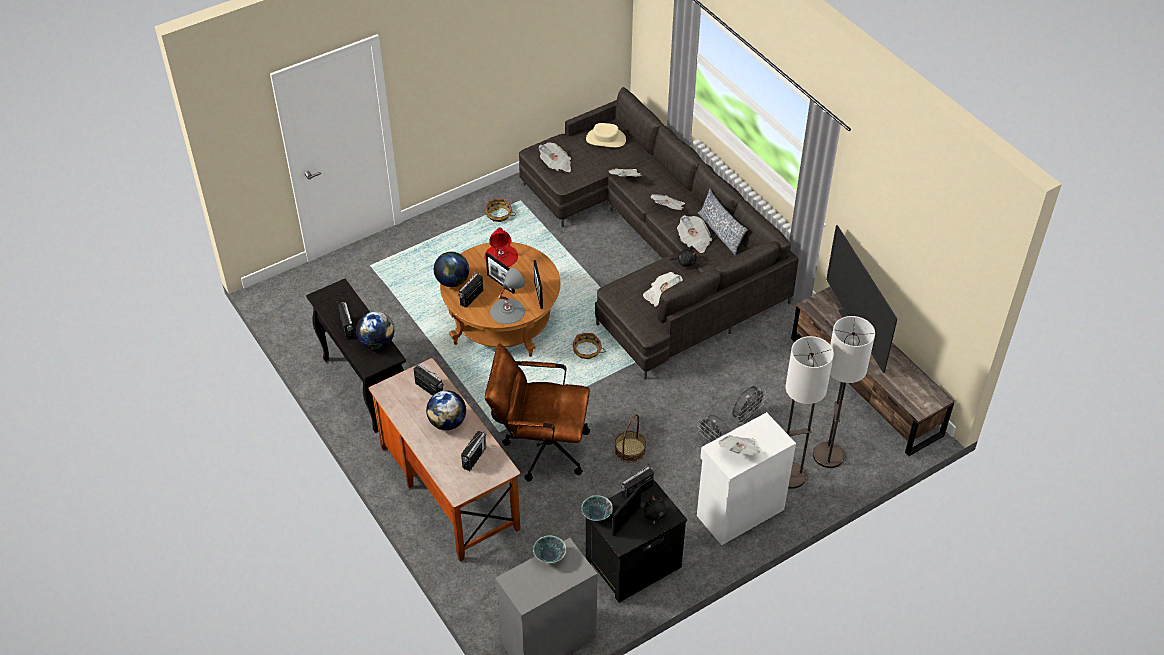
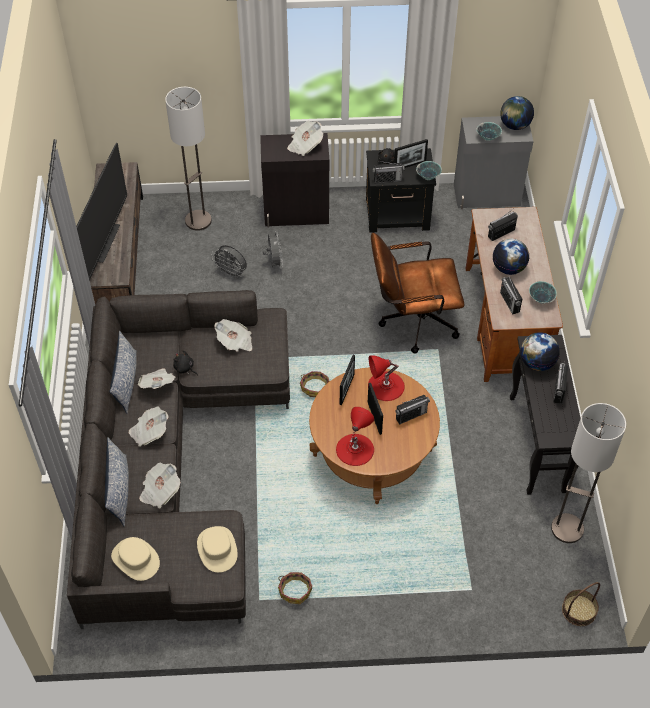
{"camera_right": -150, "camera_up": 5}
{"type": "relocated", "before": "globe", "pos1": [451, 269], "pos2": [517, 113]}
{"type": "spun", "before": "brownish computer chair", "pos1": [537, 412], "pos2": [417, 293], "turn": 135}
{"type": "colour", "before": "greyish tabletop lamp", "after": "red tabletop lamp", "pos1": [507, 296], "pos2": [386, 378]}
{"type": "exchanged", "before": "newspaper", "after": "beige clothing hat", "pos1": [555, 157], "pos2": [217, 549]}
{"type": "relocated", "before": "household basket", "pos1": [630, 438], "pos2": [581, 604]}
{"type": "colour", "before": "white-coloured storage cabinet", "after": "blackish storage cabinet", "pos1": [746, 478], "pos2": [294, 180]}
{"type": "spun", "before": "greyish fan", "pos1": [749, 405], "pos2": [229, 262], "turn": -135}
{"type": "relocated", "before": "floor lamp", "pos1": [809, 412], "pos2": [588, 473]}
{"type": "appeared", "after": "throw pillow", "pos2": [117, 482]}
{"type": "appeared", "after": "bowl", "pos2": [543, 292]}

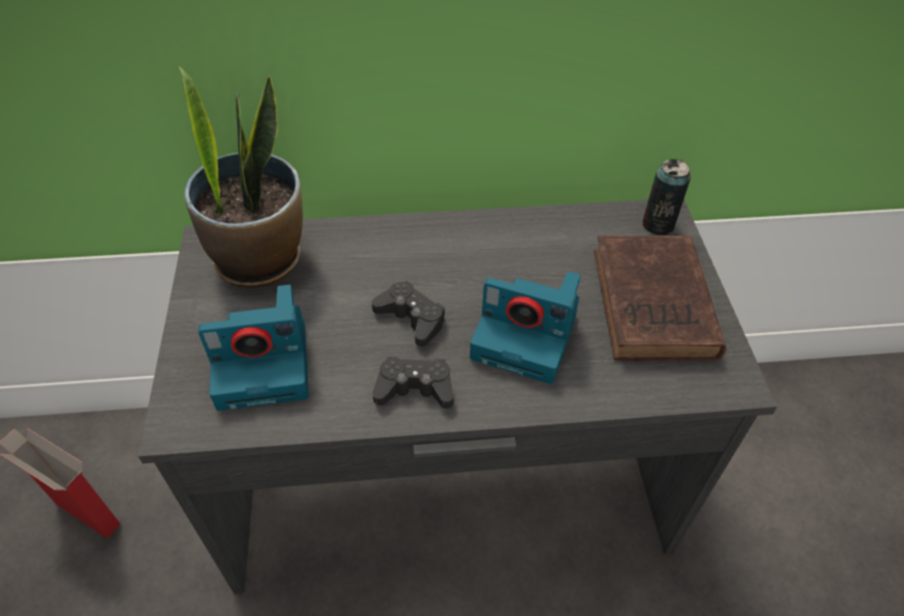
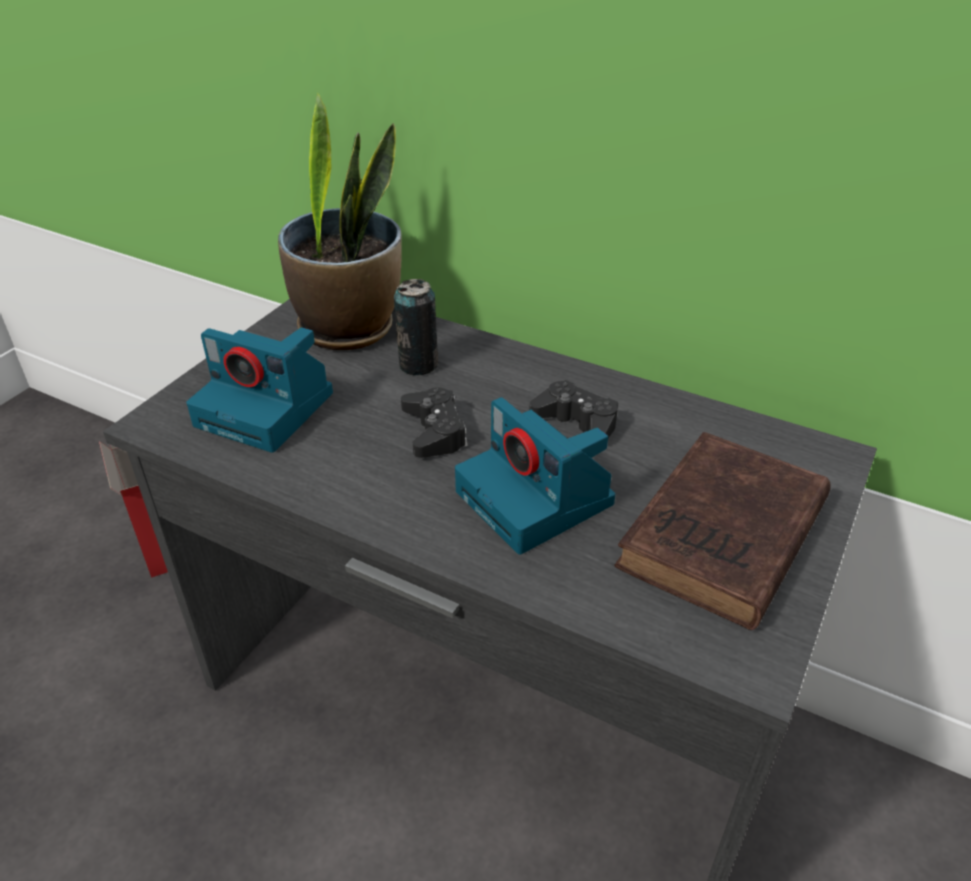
{"camera_right": 35, "camera_up": -10}
{"type": "relocated", "before": "blackish gamepad", "pos1": [413, 382], "pos2": [573, 409]}
{"type": "relocated", "before": "sealed can", "pos1": [667, 197], "pos2": [416, 327]}

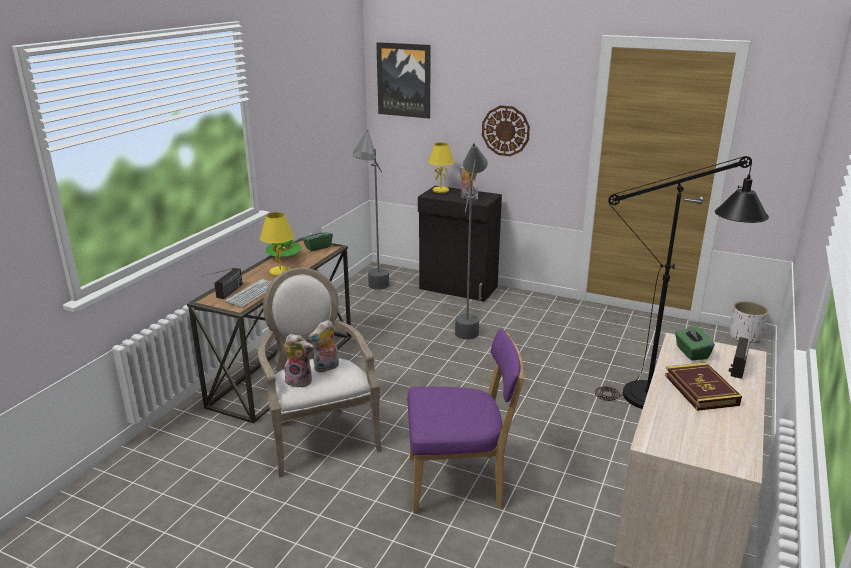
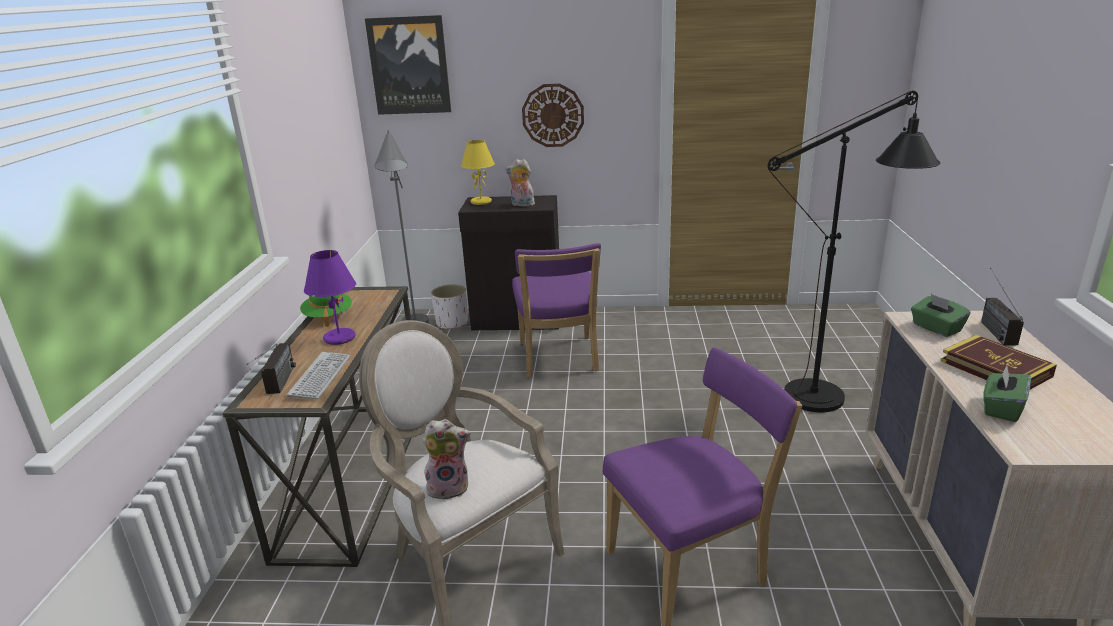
{"camera_right": -20, "camera_up": 0}
{"type": "colour", "before": "yellowish tabletop lamp", "after": "purple-coloured tabletop lamp", "pos1": [277, 244], "pos2": [330, 297]}
{"type": "relocated", "before": "green tissue holder", "pos1": [317, 238], "pos2": [1007, 393]}
{"type": "missing", "before": "cuddly toy", "pos1": [323, 346]}
{"type": "exchanged", "before": "greyish floor lamp", "after": "purple-coloured upright chair", "pos1": [471, 241], "pos2": [556, 310]}
{"type": "relocated", "before": "white-coloured flower pot", "pos1": [748, 322], "pos2": [449, 307]}

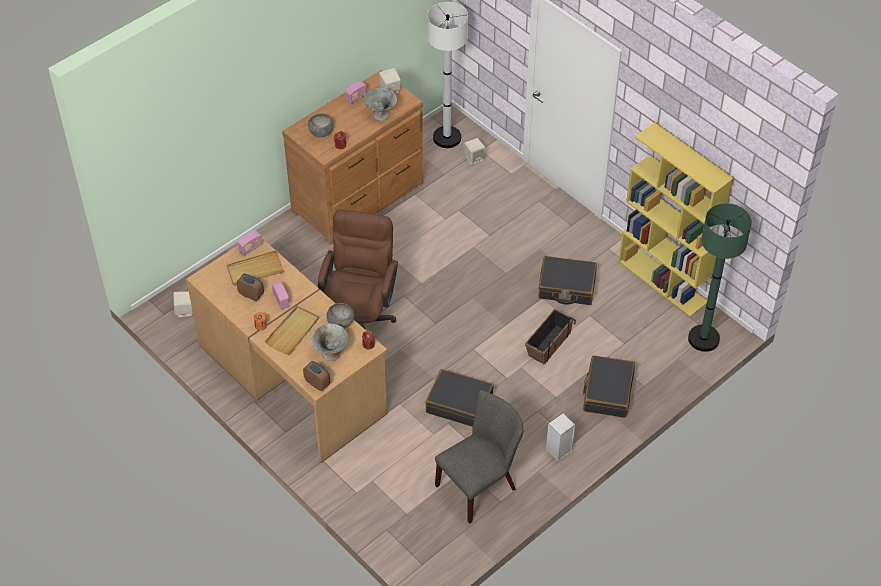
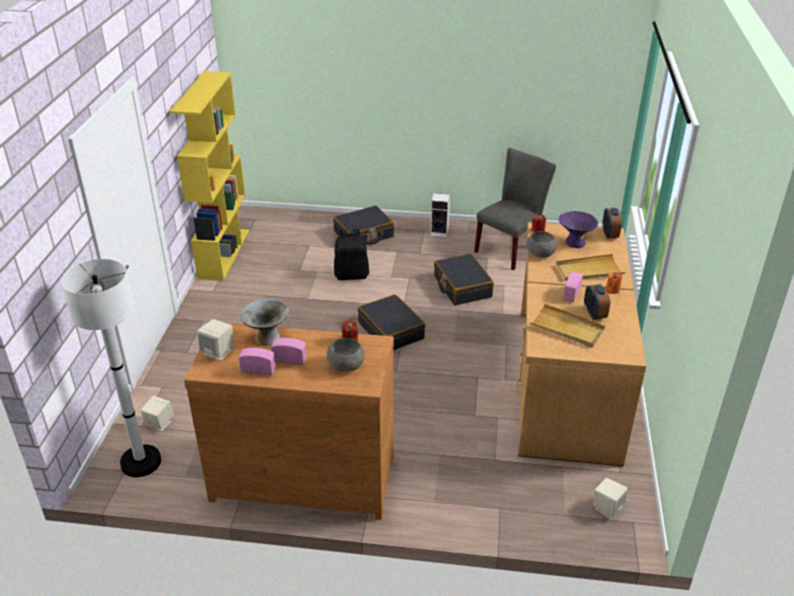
{"camera_right": -130, "camera_up": -15}
{"type": "relocated", "before": "radio", "pos1": [250, 242], "pos2": [289, 351]}
{"type": "colour", "before": "greyish bowl", "after": "purple-coloured bowl", "pos1": [329, 342], "pos2": [578, 229]}
{"type": "missing", "before": "brownish computer chair", "pos1": [358, 269]}
{"type": "spun", "before": "greyish upright chair", "pos1": [479, 457], "pos2": [515, 209], "turn": 120}
{"type": "exchanged", "before": "flower pot", "after": "blackish knapsack", "pos1": [550, 337], "pos2": [351, 254]}
{"type": "relocated", "before": "blackish travel case", "pos1": [567, 280], "pos2": [392, 322]}
{"type": "missing", "before": "green floor lamp", "pos1": [720, 277]}

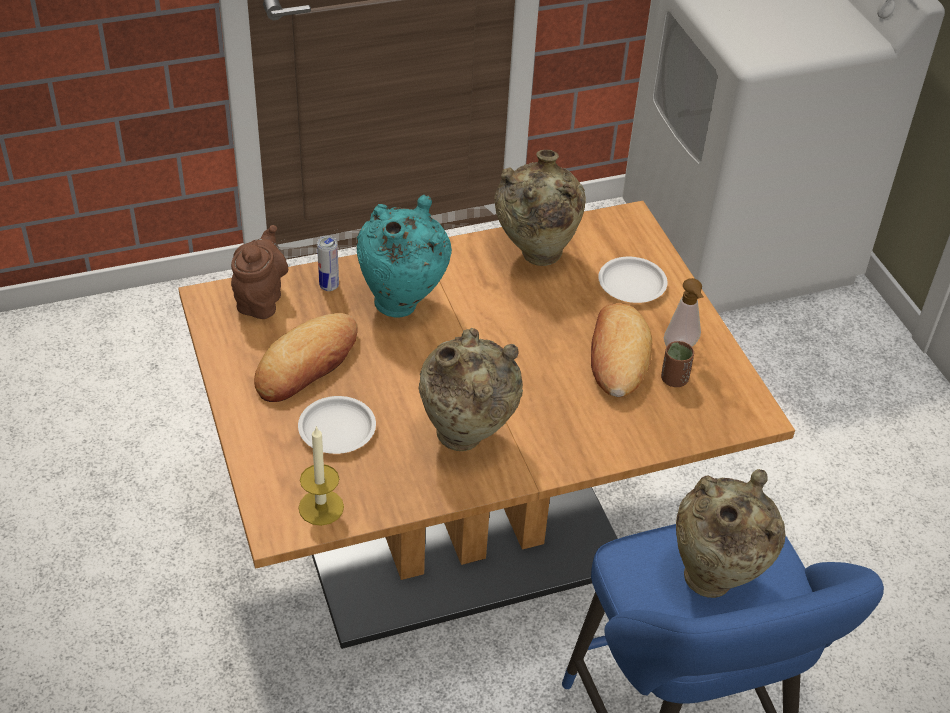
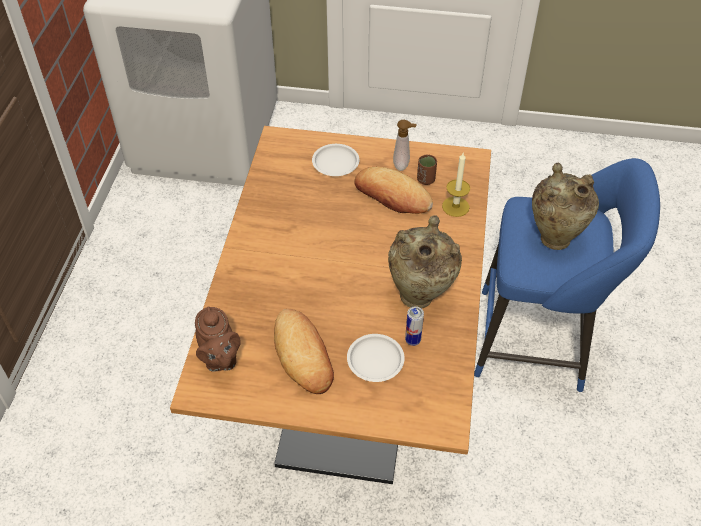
{"camera_right": -60, "camera_up": 5}
{"type": "spun", "before": "brownish tea pot", "pos1": [259, 272], "pos2": [218, 339], "turn": -150}
{"type": "relocated", "before": "wax candle", "pos1": [321, 476], "pos2": [456, 185]}
{"type": "relocated", "before": "sealed can", "pos1": [328, 263], "pos2": [414, 326]}
{"type": "missing", "before": "blue-green flower vase", "pos1": [404, 256]}
{"type": "missing", "before": "beige flower vase", "pos1": [540, 208]}

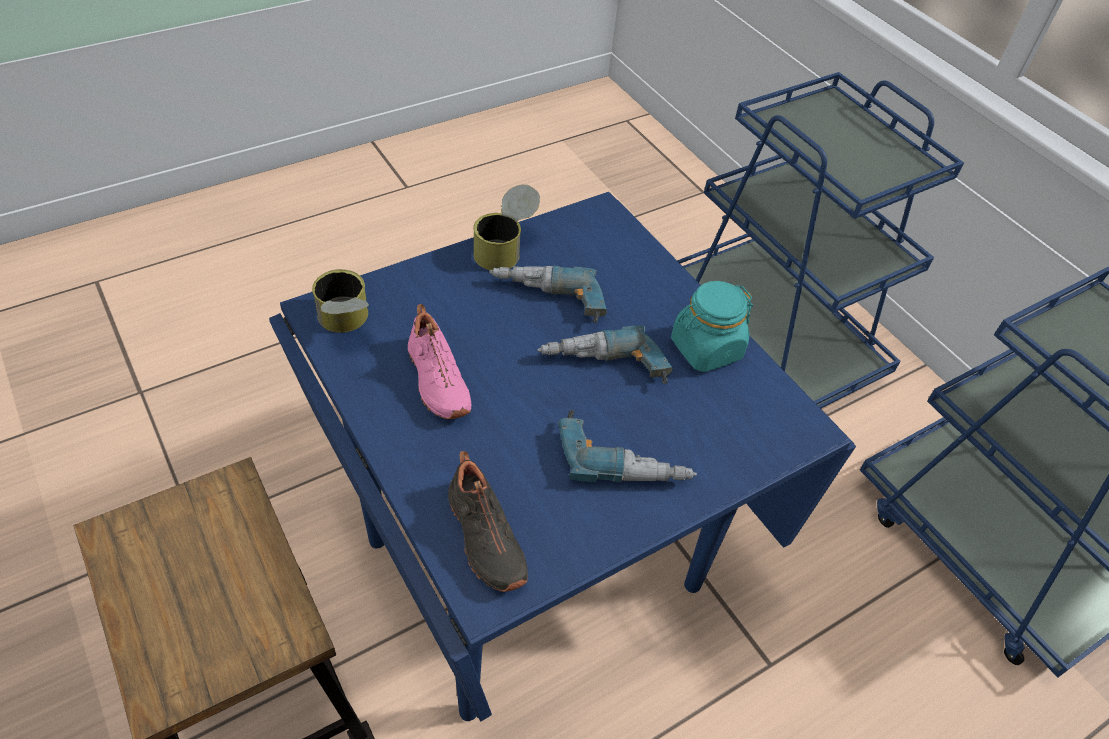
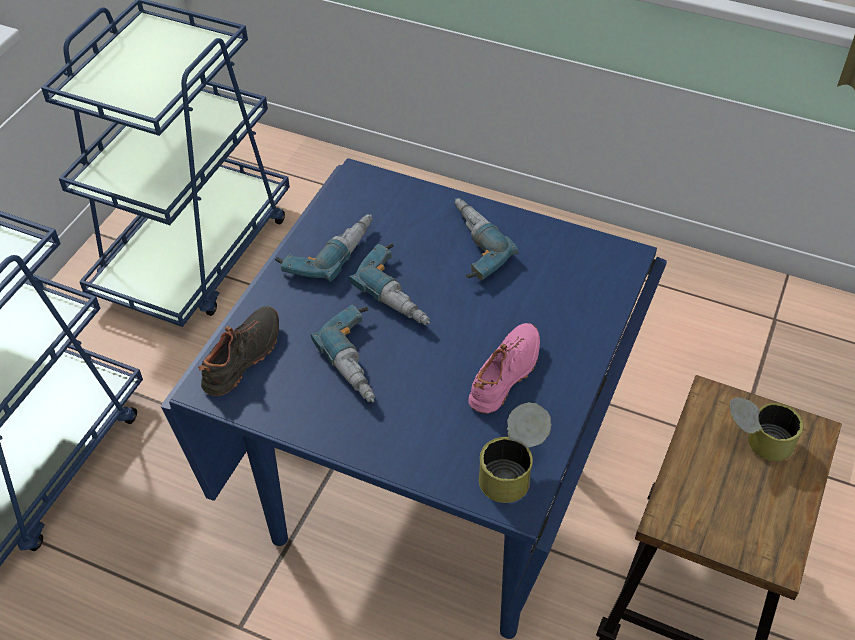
{"camera_right": -120, "camera_up": 0}
{"type": "relocated", "before": "blackish low shoe", "pos1": [488, 521], "pos2": [238, 351]}
{"type": "relocated", "before": "sealed can", "pos1": [506, 227], "pos2": [767, 429]}
{"type": "exchanged", "before": "blue-green storage jar", "after": "drill", "pos1": [712, 326], "pos2": [324, 248]}

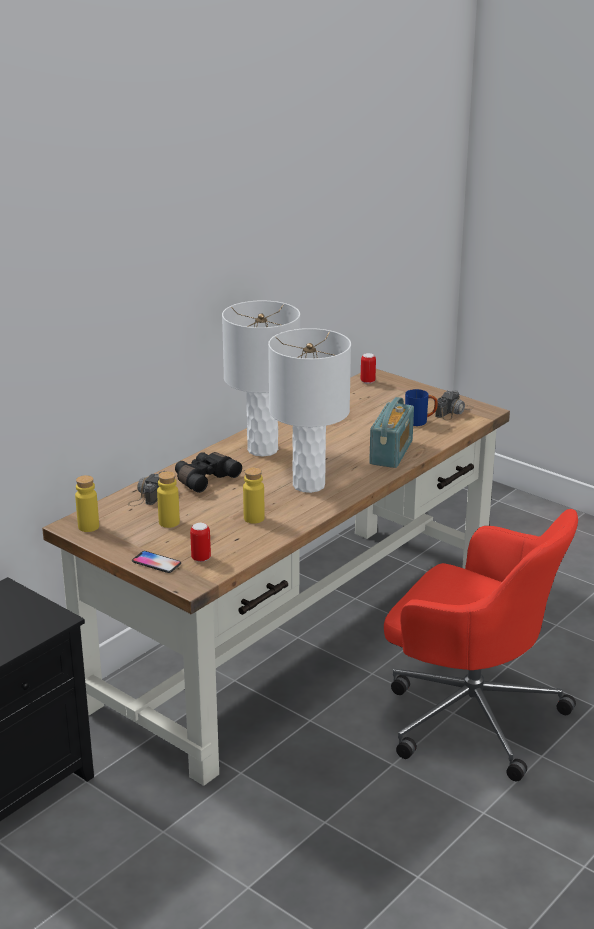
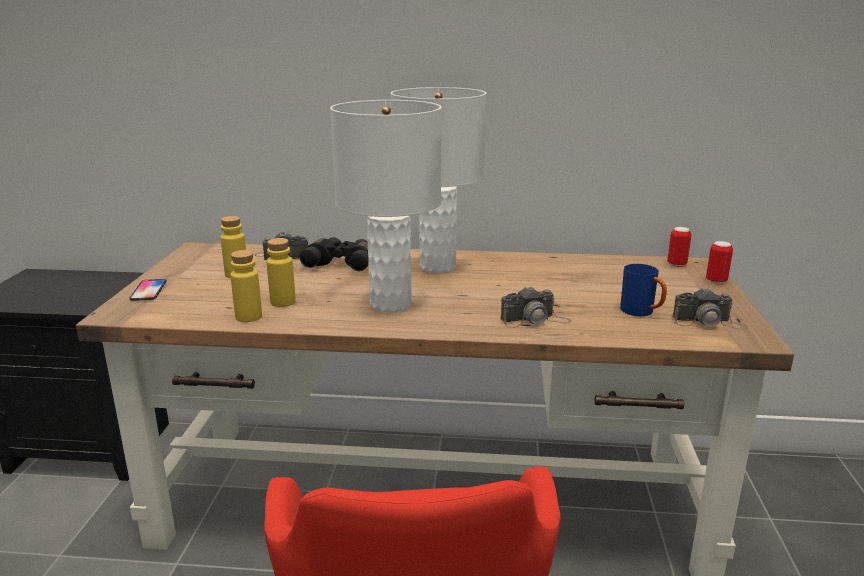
{"camera_right": 55, "camera_up": -5}
{"type": "relocated", "before": "yellowish beverage bottle", "pos1": [87, 503], "pos2": [246, 286]}
{"type": "relocated", "before": "sealed can", "pos1": [200, 542], "pos2": [719, 262]}
{"type": "exchanged", "before": "radio", "after": "still camera", "pos1": [391, 432], "pos2": [536, 307]}

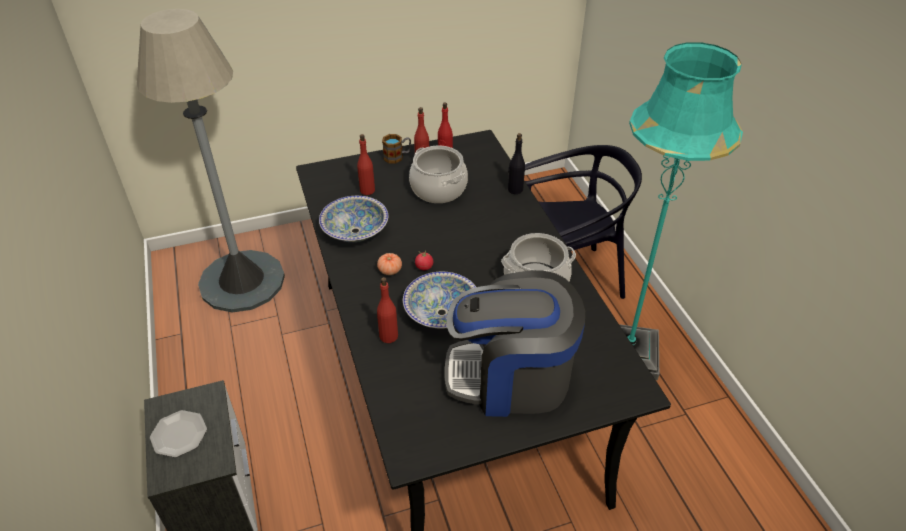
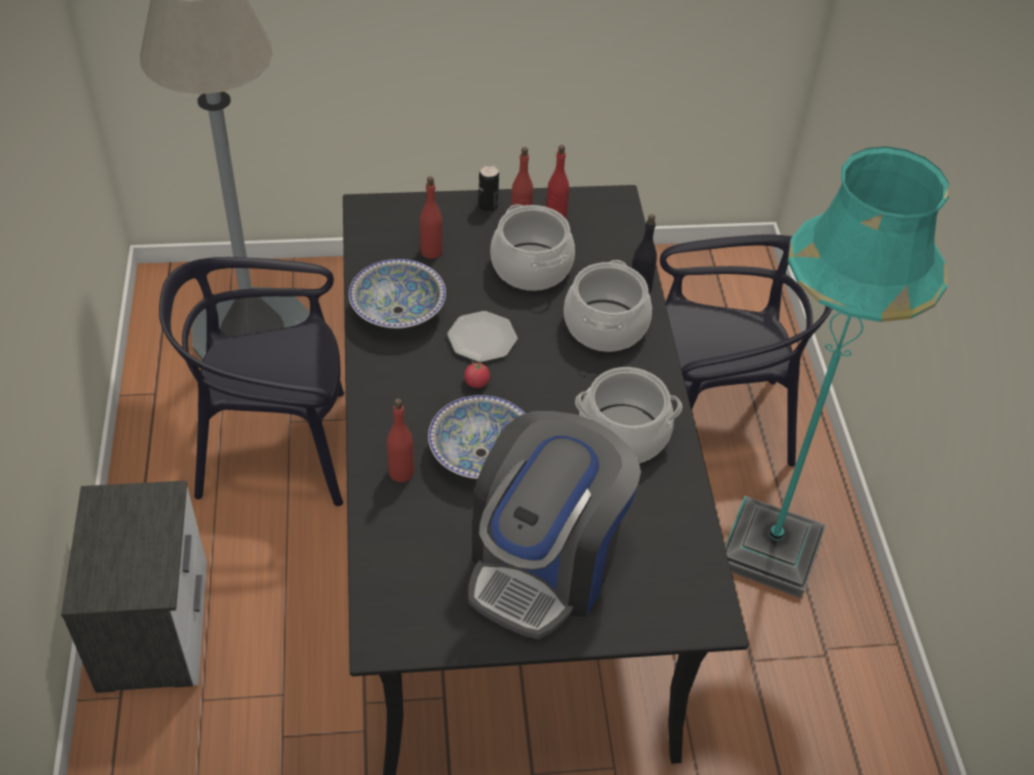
{"camera_right": 10, "camera_up": 5}
{"type": "relocated", "before": "dinner plate", "pos1": [178, 434], "pos2": [482, 336]}
{"type": "missing", "before": "whole tomato", "pos1": [389, 264]}
{"type": "exchanged", "before": "mug", "after": "sealed can", "pos1": [396, 149], "pos2": [488, 188]}
{"type": "spun", "before": "coffee brewer", "pos1": [515, 343], "pos2": [554, 525], "turn": -75}
{"type": "appeared", "after": "blackish upright chair", "pos2": [251, 381]}
{"type": "appeared", "after": "cooking pot", "pos2": [608, 306]}

